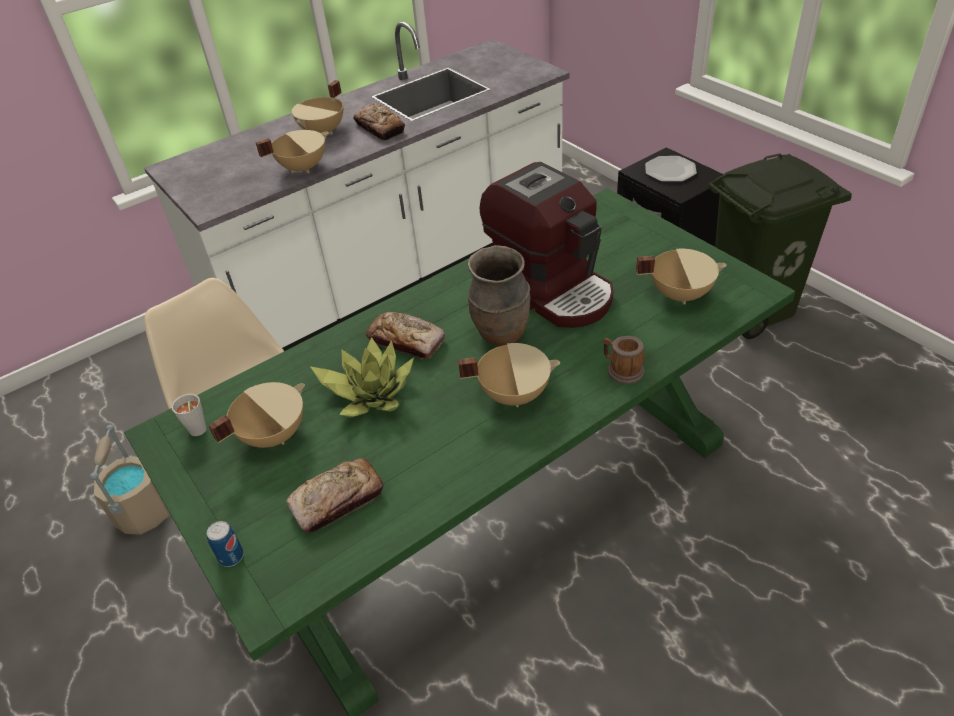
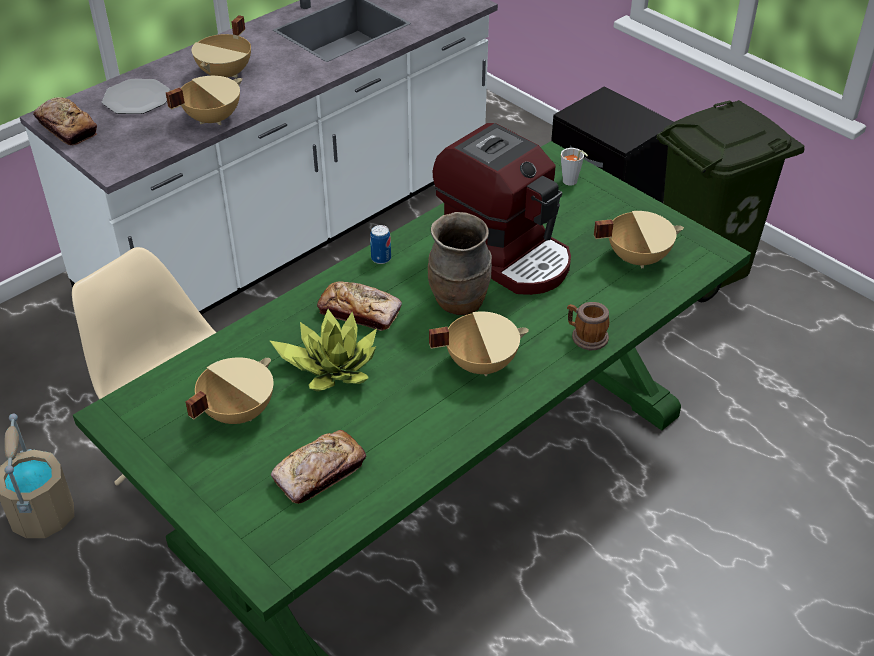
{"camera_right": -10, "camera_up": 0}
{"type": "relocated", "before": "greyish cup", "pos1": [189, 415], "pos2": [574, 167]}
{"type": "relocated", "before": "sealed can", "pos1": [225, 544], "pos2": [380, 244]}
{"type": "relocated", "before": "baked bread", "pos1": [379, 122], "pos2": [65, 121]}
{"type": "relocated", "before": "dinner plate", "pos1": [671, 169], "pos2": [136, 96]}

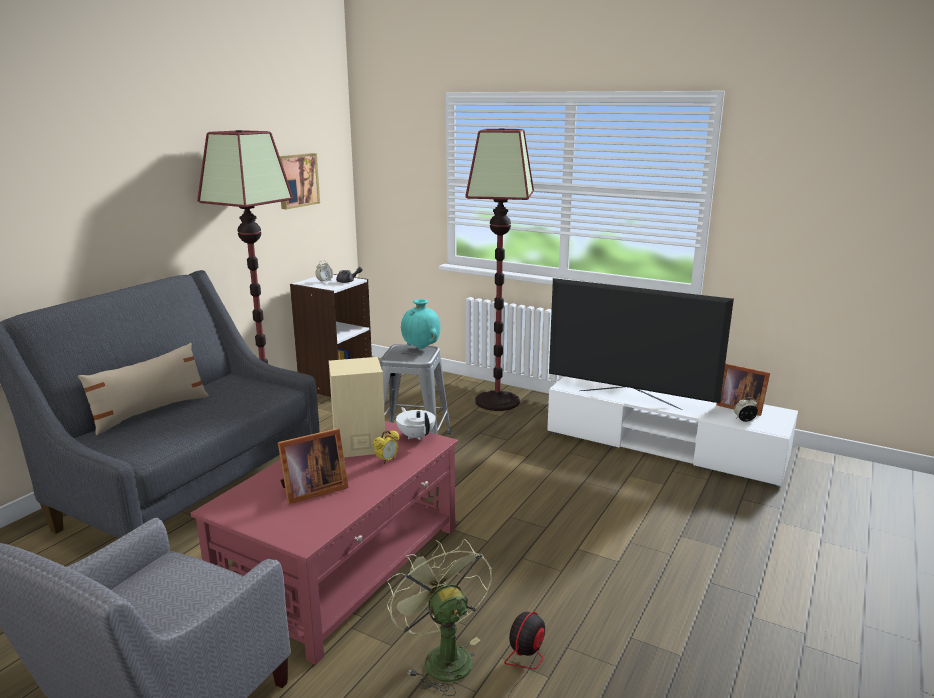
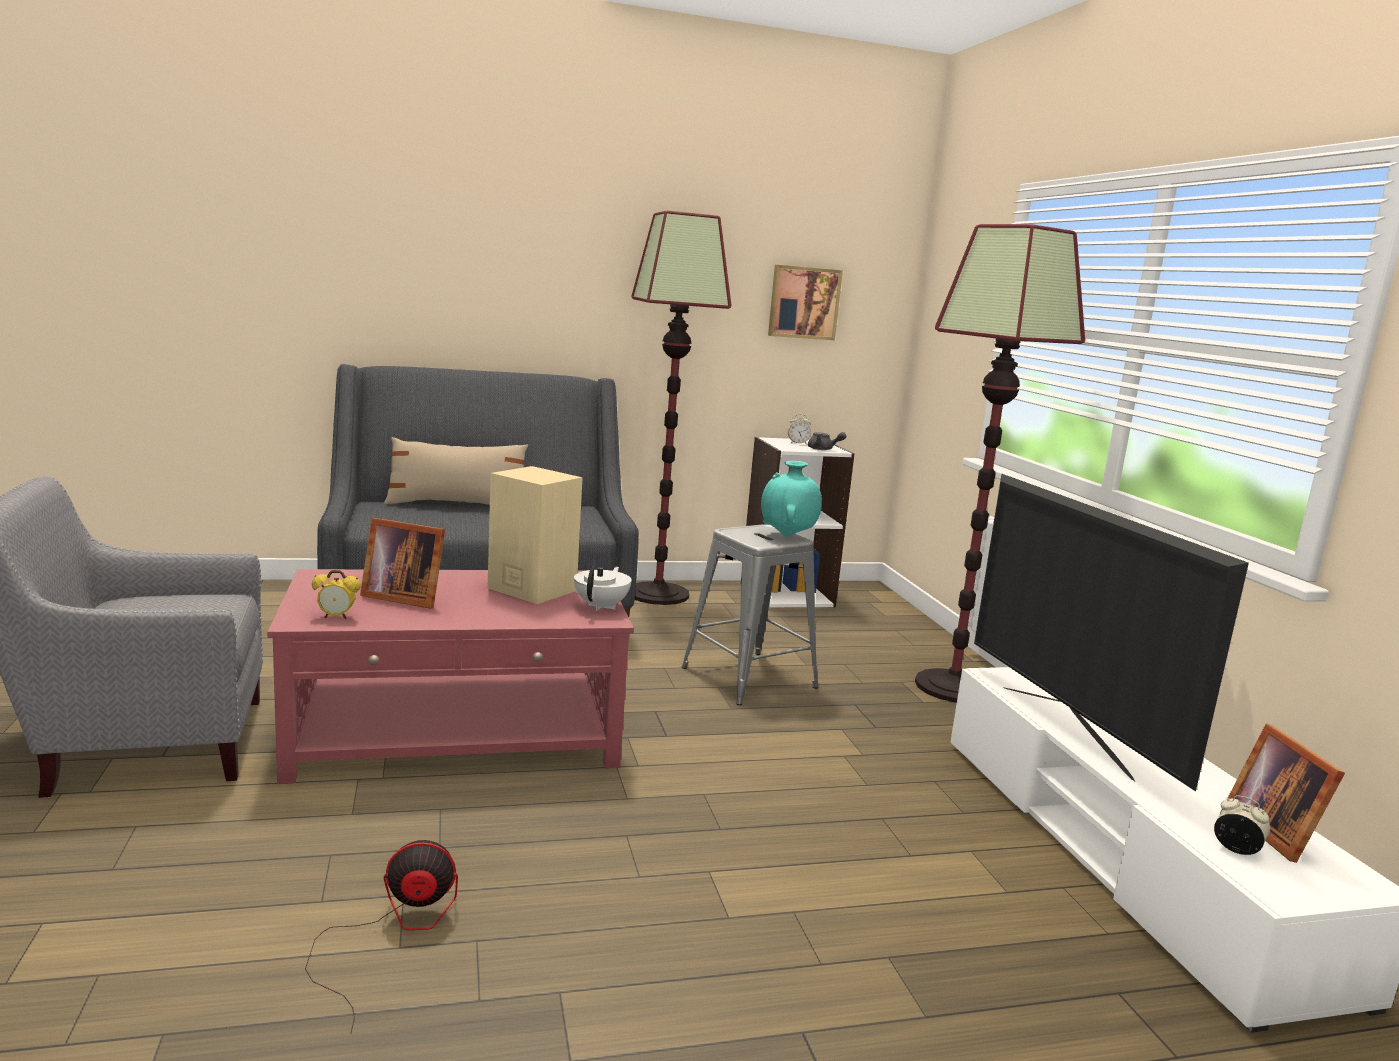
{"camera_right": 45, "camera_up": -5}
{"type": "relocated", "before": "table clock", "pos1": [386, 447], "pos2": [336, 594]}
{"type": "missing", "before": "green fan", "pos1": [439, 617]}

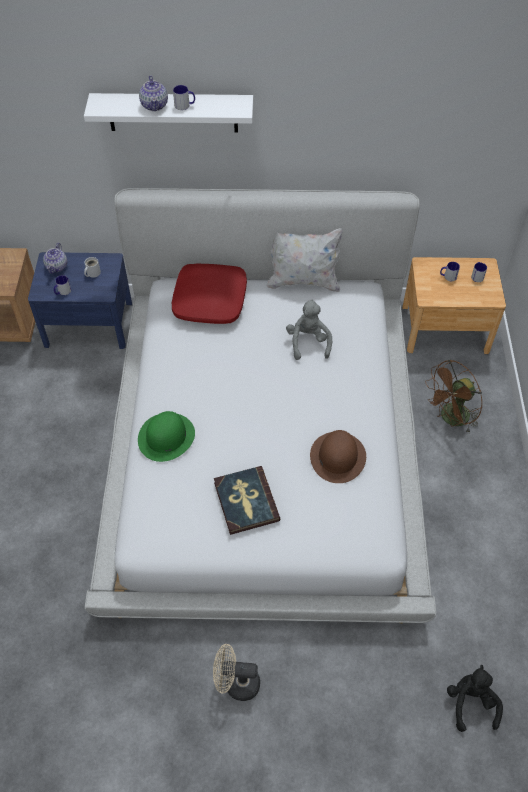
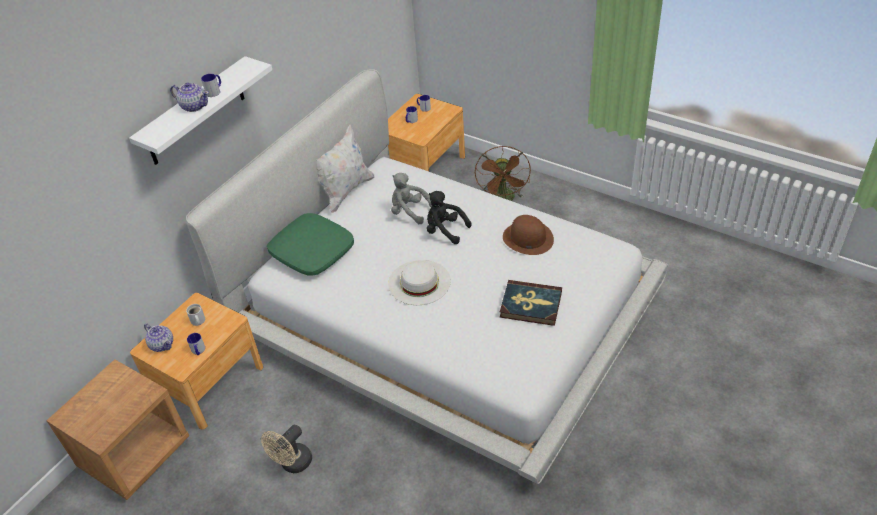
{"camera_right": -55, "camera_up": -10}
{"type": "colour", "before": "bluish nightstand", "after": "brownish nightstand", "pos1": [80, 300], "pos2": [196, 361]}
{"type": "missing", "before": "green clothing hat", "pos1": [166, 436]}
{"type": "colour", "before": "red throw pillow", "after": "green throw pillow", "pos1": [209, 294], "pos2": [310, 244]}
{"type": "relocated", "before": "beige fan", "pos1": [236, 672], "pos2": [286, 449]}
{"type": "relocated", "before": "blackish cuddly toy", "pos1": [475, 698], "pos2": [448, 217]}
{"type": "appeared", "after": "white-coloured clothing hat", "pos2": [419, 282]}

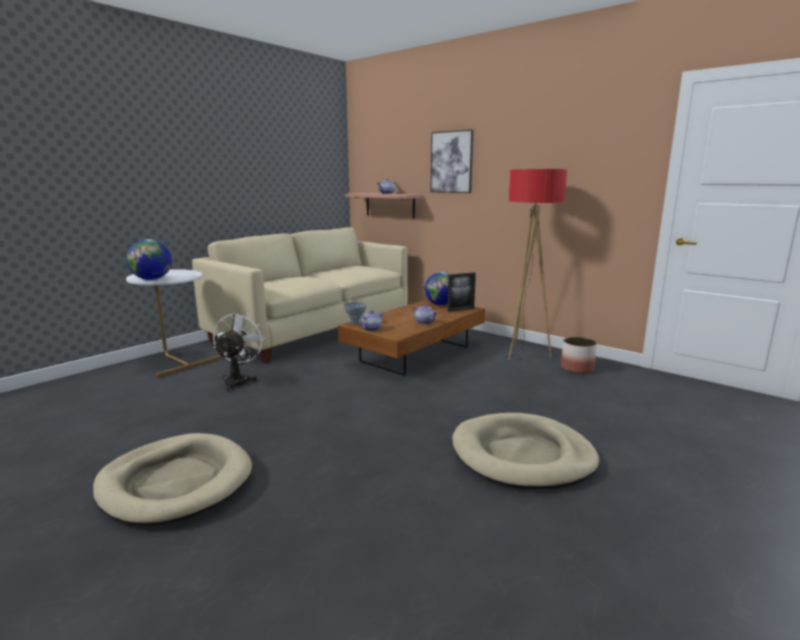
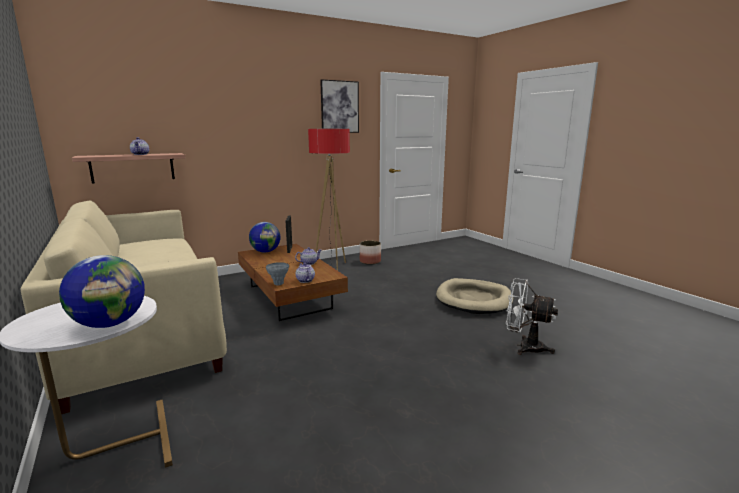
{"camera_right": -70, "camera_up": 0}
{"type": "missing", "before": "beige dog bed", "pos1": [172, 479]}
{"type": "relocated", "before": "white-coloured fan", "pos1": [239, 352], "pos2": [532, 316]}
{"type": "relocated", "before": "wall picture", "pos1": [452, 161], "pos2": [339, 106]}

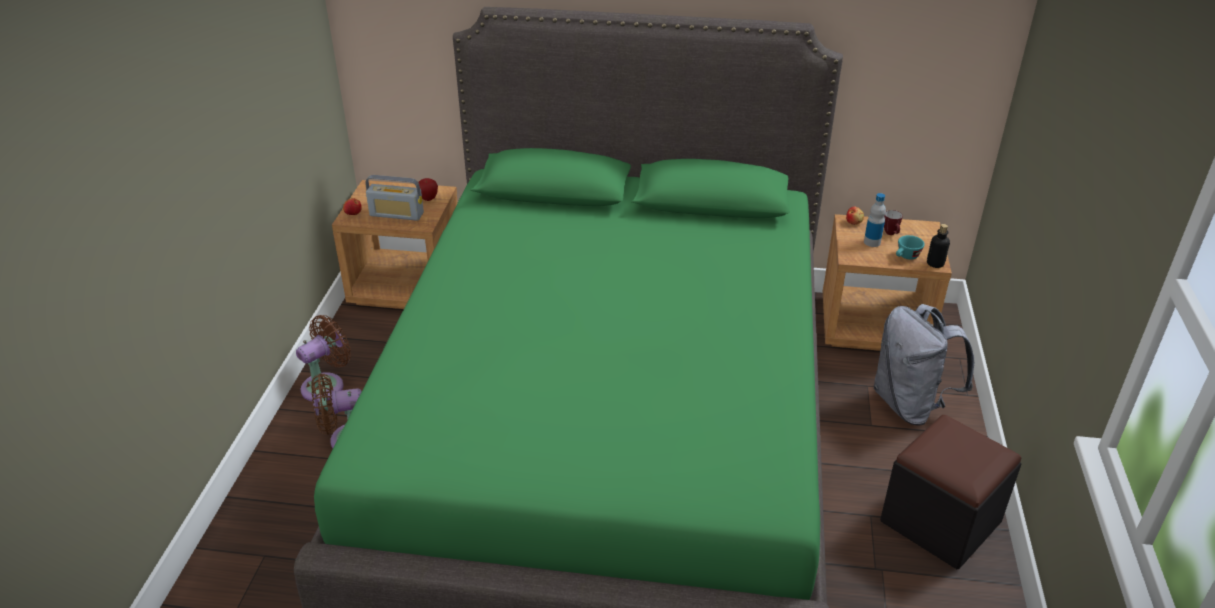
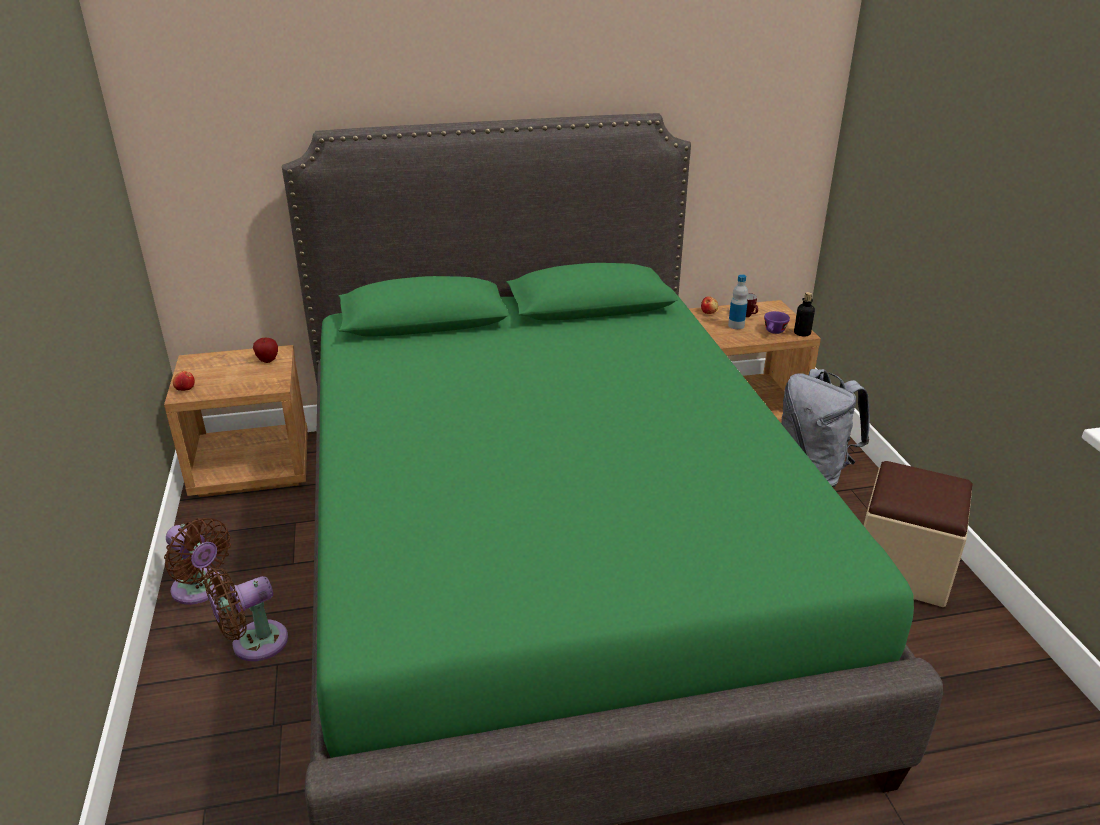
{"camera_right": -20, "camera_up": -5}
{"type": "spun", "before": "brownish fan", "pos1": [323, 358], "pos2": [197, 561], "turn": 105}
{"type": "missing", "before": "radio", "pos1": [394, 198]}
{"type": "colour", "before": "blackish ottoman", "after": "beige ottoman", "pos1": [950, 492], "pos2": [918, 534]}
{"type": "colour", "before": "blue-green cup", "after": "purple-coloured cup", "pos1": [910, 247], "pos2": [777, 322]}

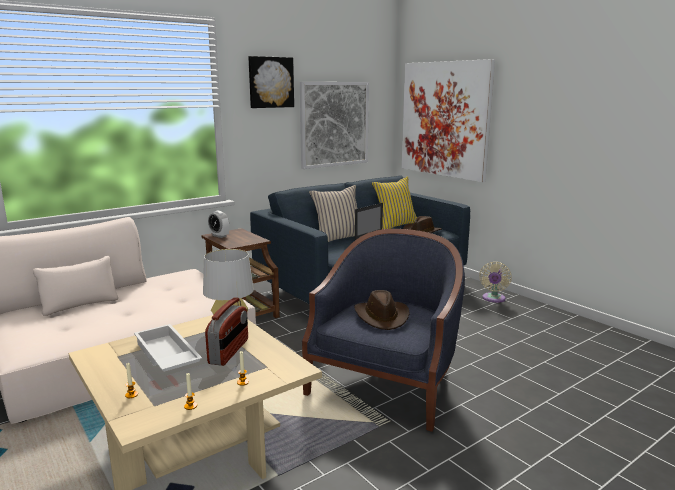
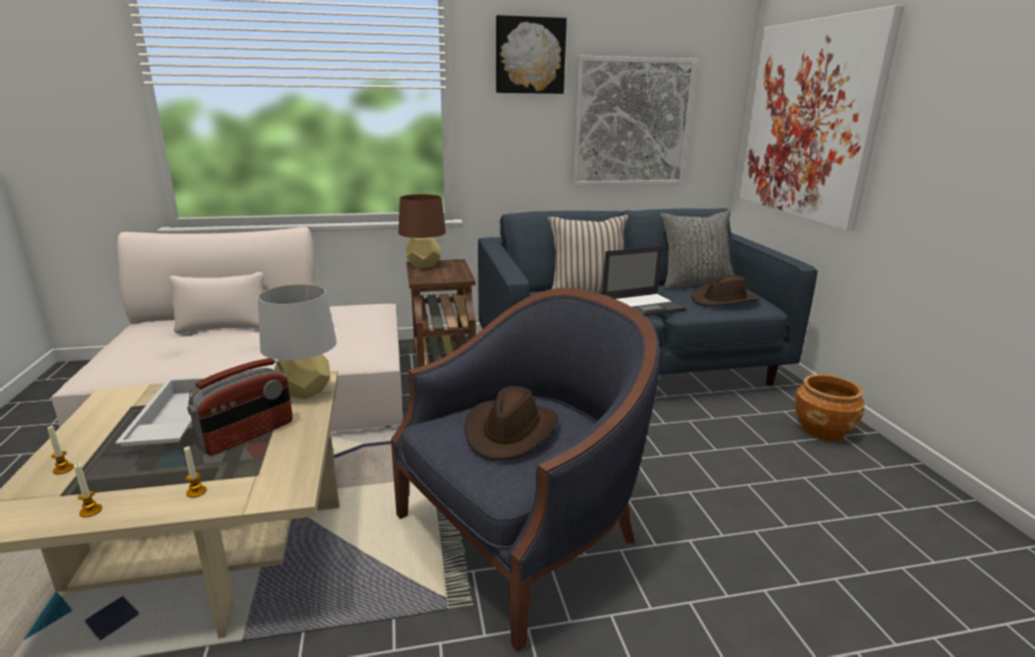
{"camera_right": 25, "camera_up": 5}
{"type": "exchanged", "before": "table clock", "after": "brownish tabletop lamp", "pos1": [218, 224], "pos2": [422, 231]}
{"type": "colour", "before": "yellowish throw pillow", "after": "greyish throw pillow", "pos1": [394, 203], "pos2": [697, 250]}
{"type": "exchanged", "before": "beige fan", "after": "brownish flower pot", "pos1": [495, 282], "pos2": [830, 407]}

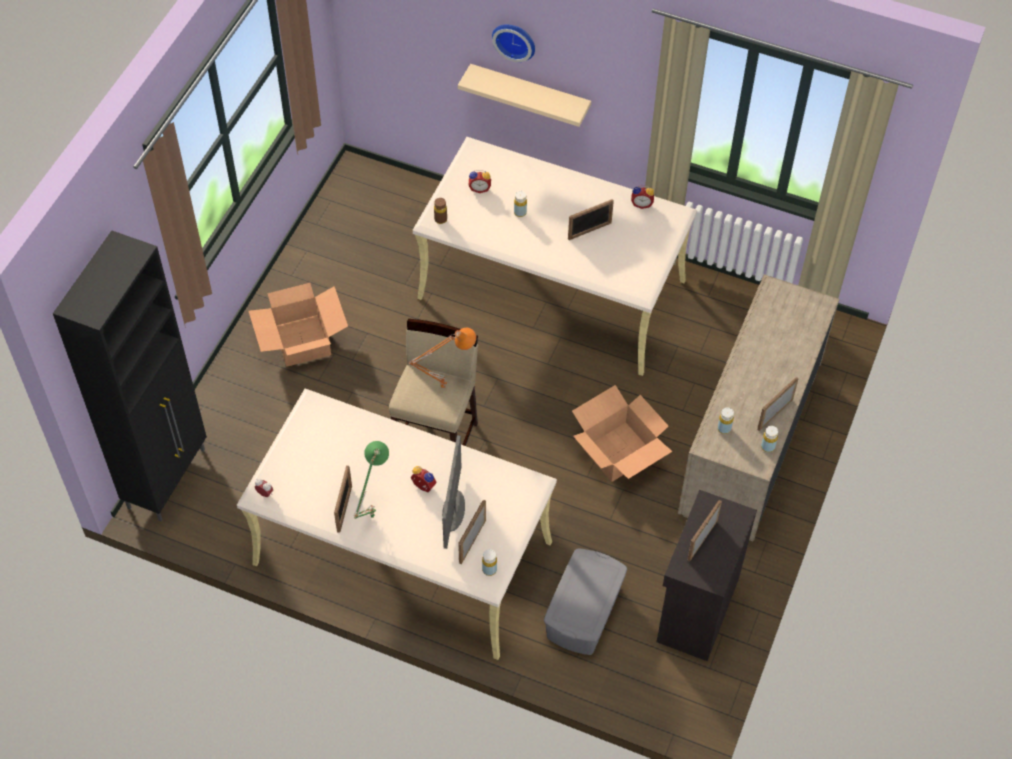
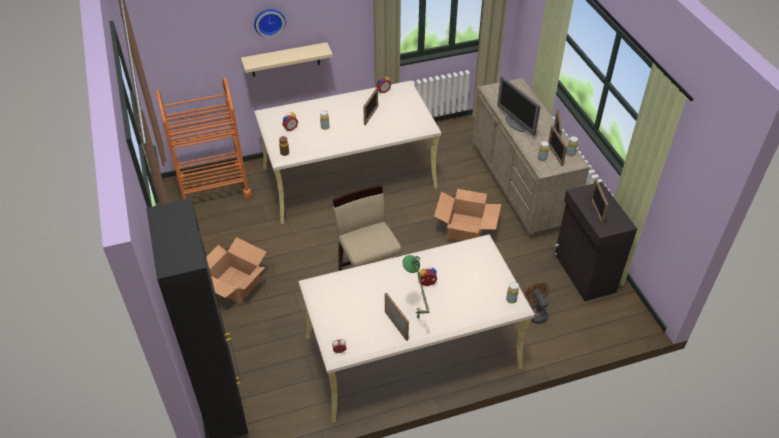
{"camera_right": -40, "camera_up": -10}
{"type": "missing", "before": "orange tabletop lamp", "pos1": [442, 358]}
{"type": "relocated", "before": "computer screen", "pos1": [453, 492], "pos2": [519, 106]}
{"type": "relocated", "before": "standing frame", "pos1": [472, 532], "pos2": [557, 145]}
{"type": "exchanged", "before": "greyish storage bin", "after": "brownish fan", "pos1": [585, 601], "pos2": [537, 303]}
{"type": "appeared", "after": "orange trolley", "pos2": [204, 138]}

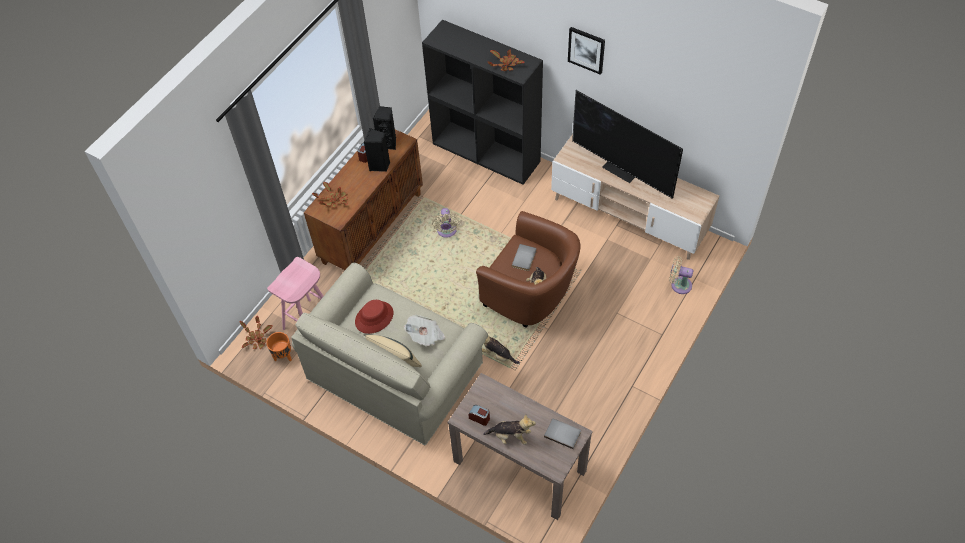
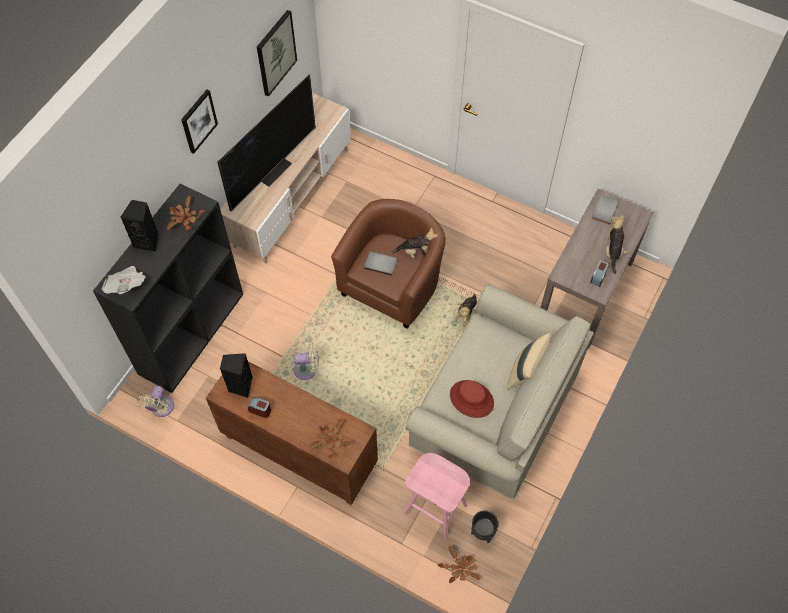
{"camera_right": -95, "camera_up": 5}
{"type": "colour", "before": "orange flower pot", "after": "blackish flower pot", "pos1": [279, 346], "pos2": [485, 526]}
{"type": "relocated", "before": "blackish speaker", "pos1": [377, 150], "pos2": [139, 226]}
{"type": "relocated", "before": "newspaper", "pos1": [424, 330], "pos2": [124, 280]}
{"type": "relocated", "before": "beige fan", "pos1": [681, 275], "pos2": [155, 401]}
{"type": "appeared", "after": "wall picture", "pos2": [277, 53]}

